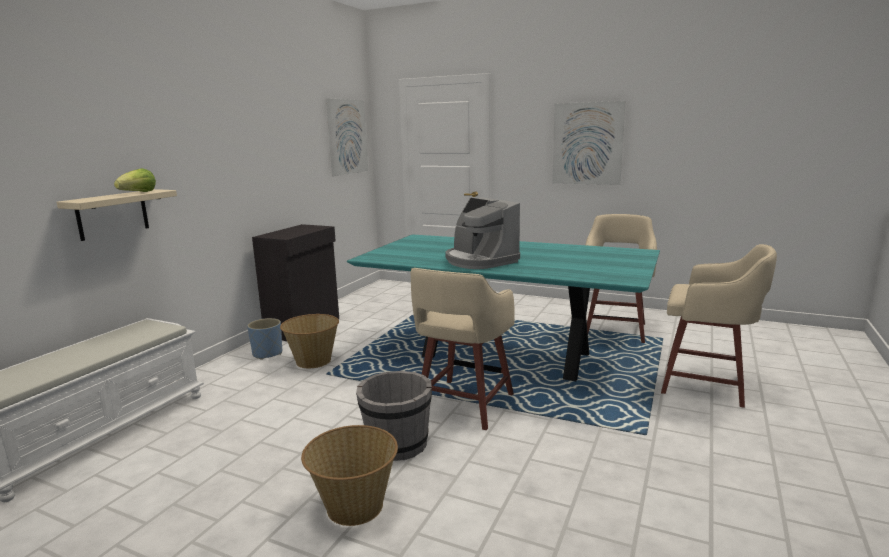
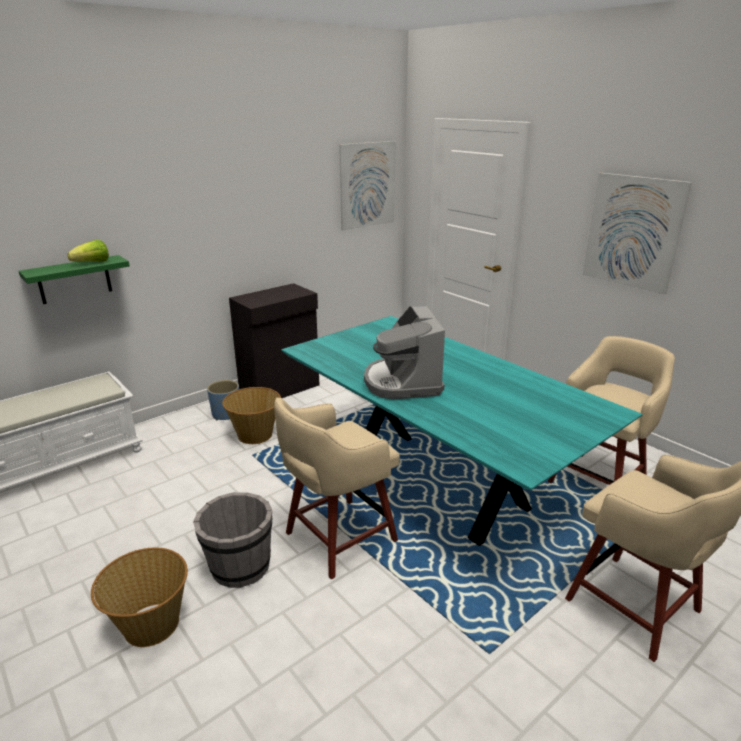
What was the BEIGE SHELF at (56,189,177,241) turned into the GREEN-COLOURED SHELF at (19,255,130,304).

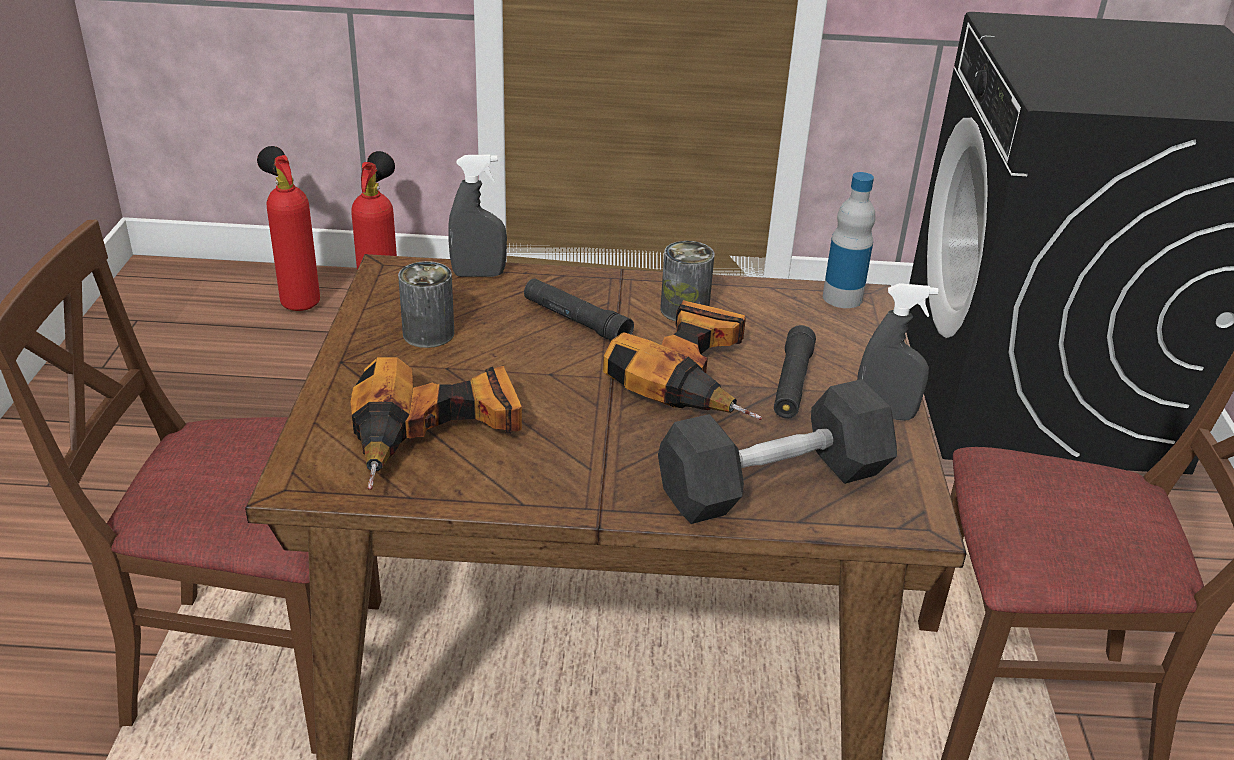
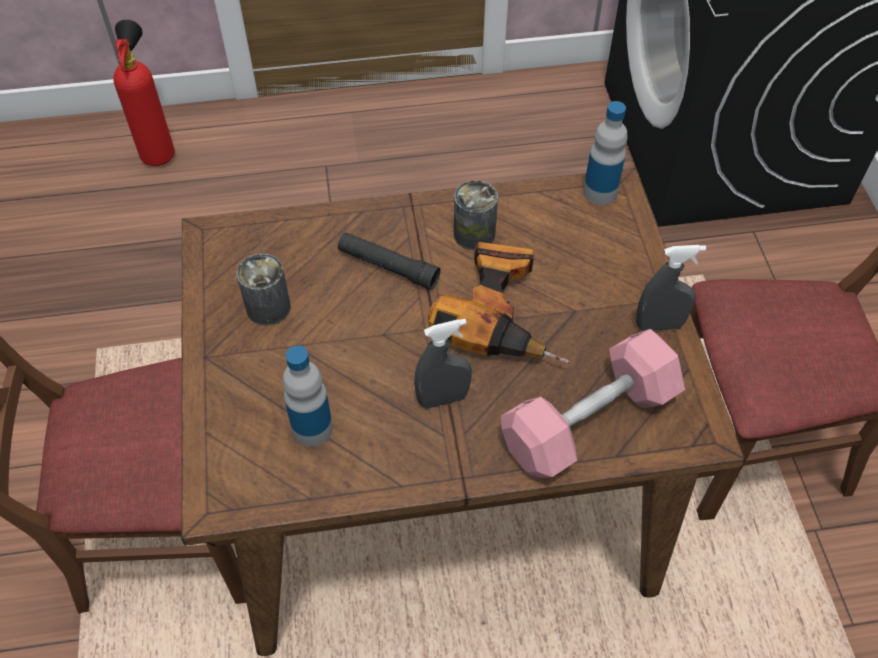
Where the DRILL stood at (351,357,522,490), the DRINK BOTTLE came to stand at (283,346,333,447). The GREYISH SPRAYER ended up elsewhere, having gone from (448,154,507,277) to (414,319,472,408). What was the GREYISH HAND WEIGHT at (658,379,897,524) turned into the PINK HAND WEIGHT at (501,329,685,478). The second view lost the FIRE-FIGHTING CYLINDER at (257,146,320,311). The second view lost the BLACK HAND TORCH at (774,325,816,419).

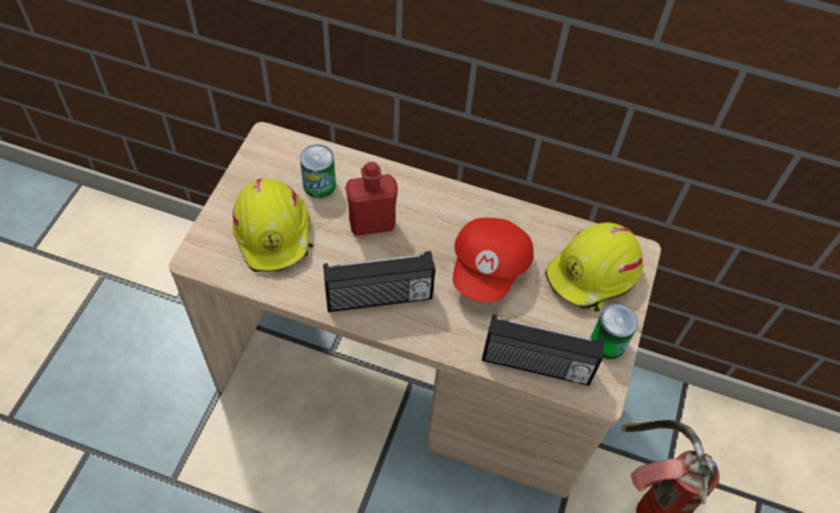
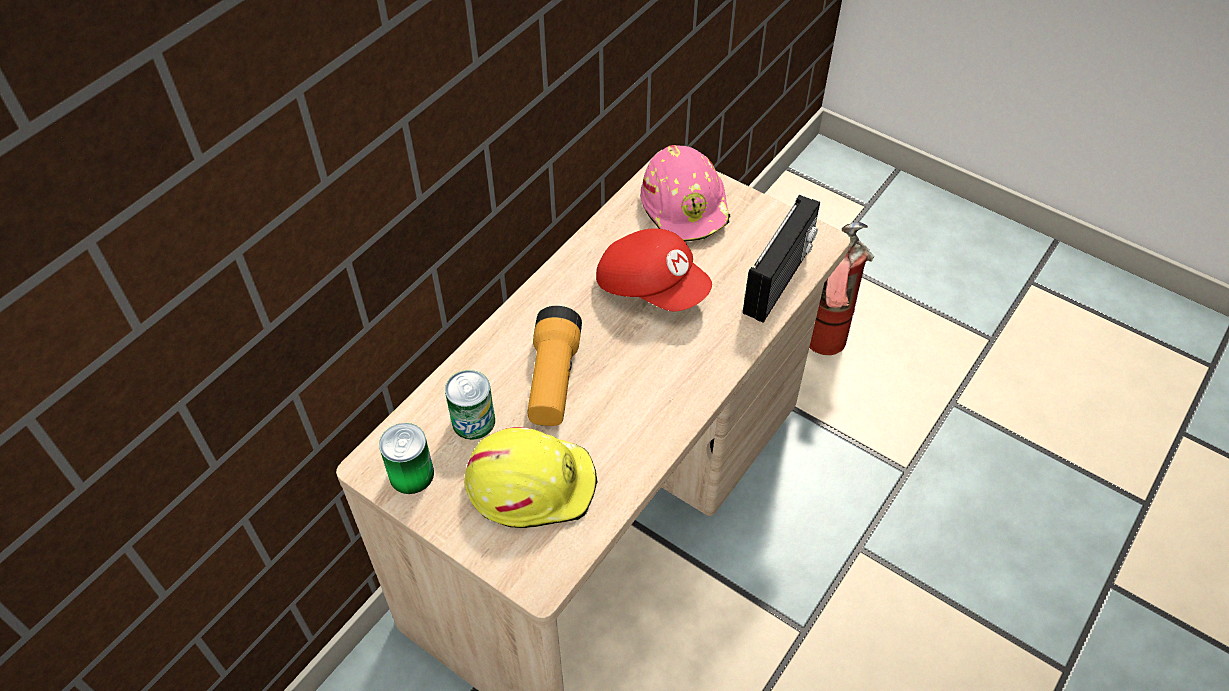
The SEALED CAN ended up elsewhere, having gone from (591,304,638,359) to (379,423,434,494). Where the RED DRINK BOTTLE stood at (345,162,398,236), the HAND TORCH came to stand at (527,306,582,426). What was the YELLOWISH SAFETY HELMET at (545,222,643,312) turned into the PINK SAFETY HELMET at (641,145,731,242). The second view lost the RADIO SET at (323,251,435,312).

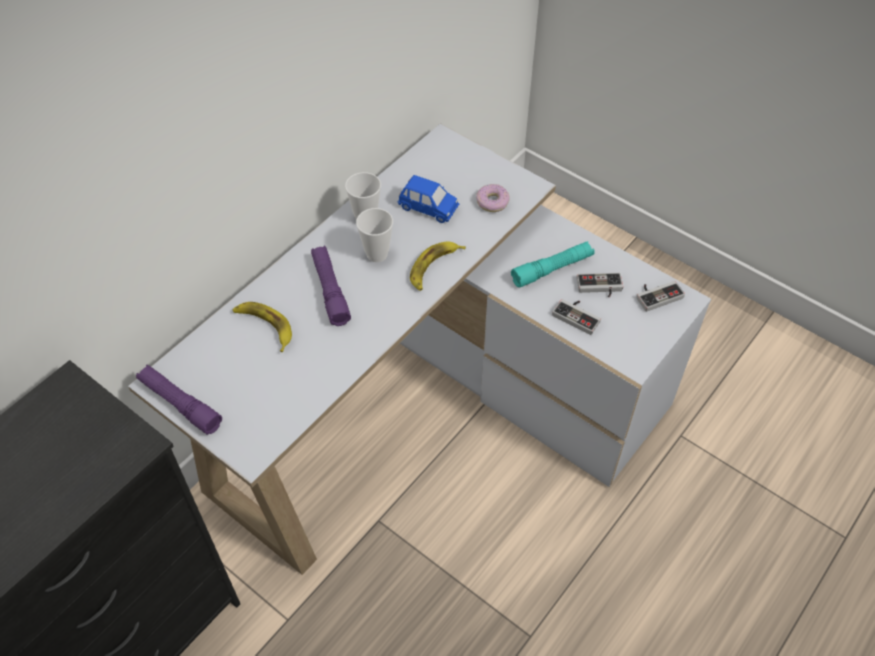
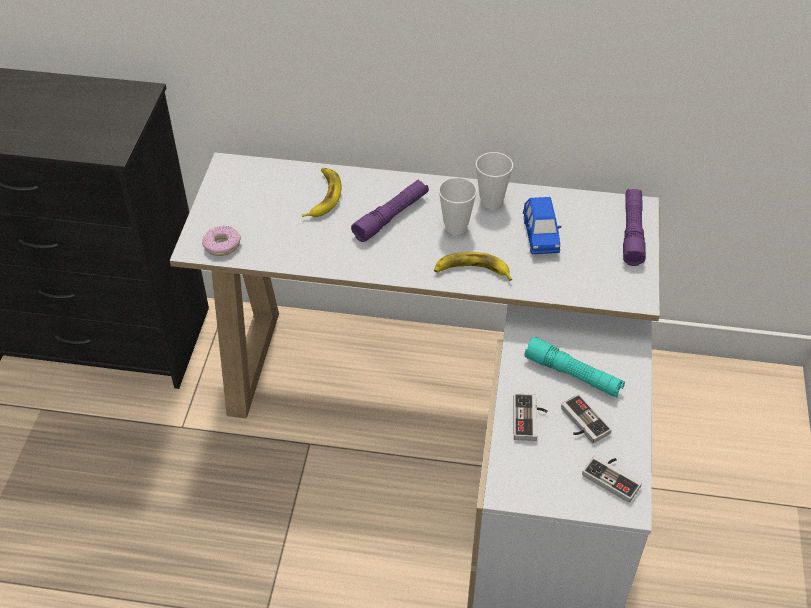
The DOUGHNUT ended up elsewhere, having gone from (476,184,510,212) to (202,226,241,256). The PURPLE-COLOURED HAND TORCH ended up elsewhere, having gone from (136,365,222,435) to (623,189,646,266).

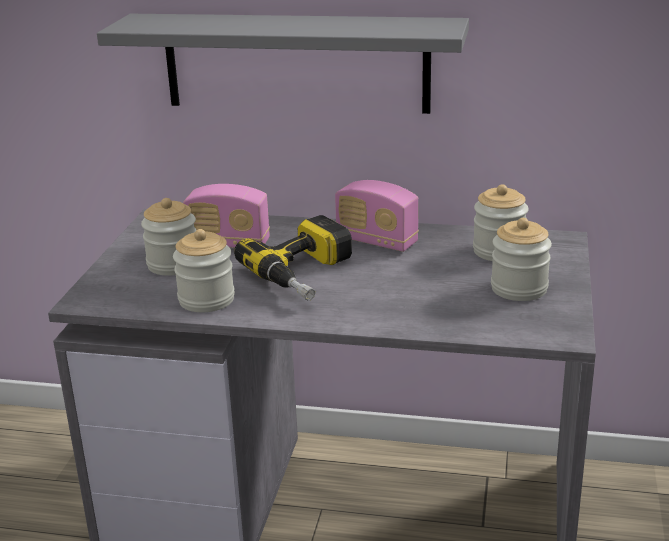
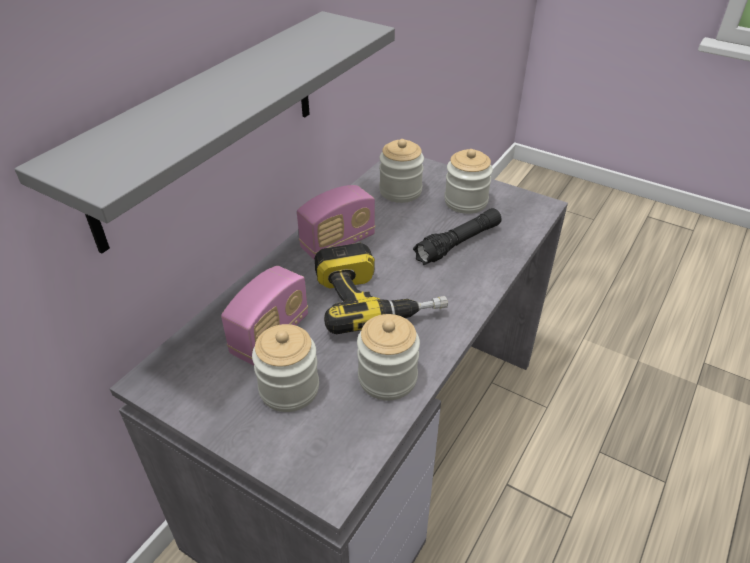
The second view gained the BLACK HAND TORCH at (413,208,502,265).

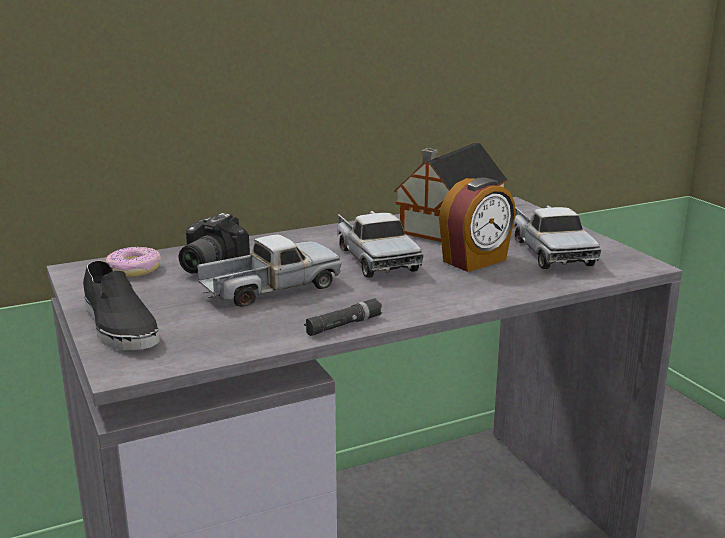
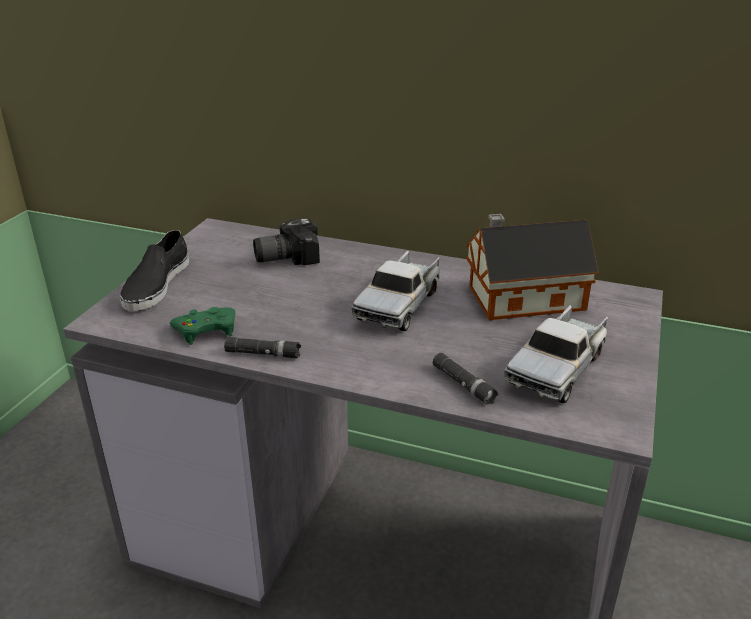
The second view gained the GREEN-COLOURED GAMEPAD at (170,307,235,345). The second view gained the BLACK HAND TORCH at (433,353,498,405). The second view lost the DOUGHNUT at (106,247,161,277). The second view lost the TOY LORRY at (197,234,341,307). The second view lost the BEDSIDE CLOCK at (439,178,516,272).

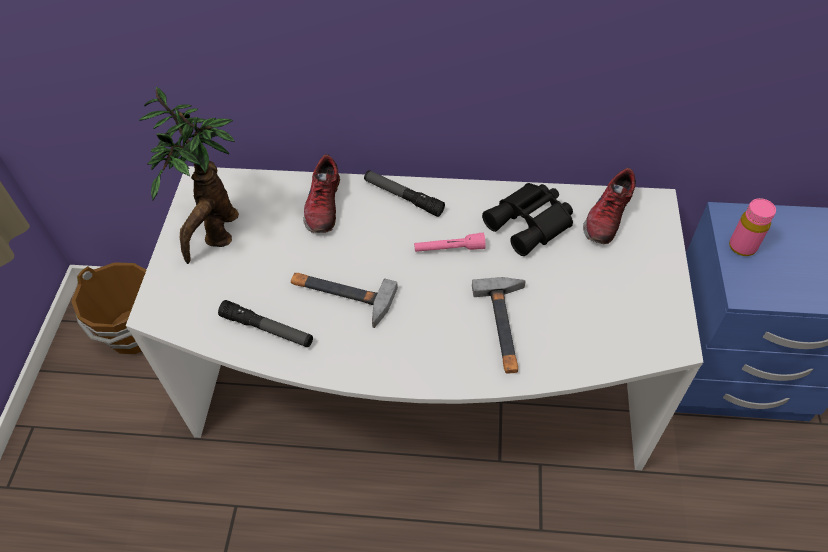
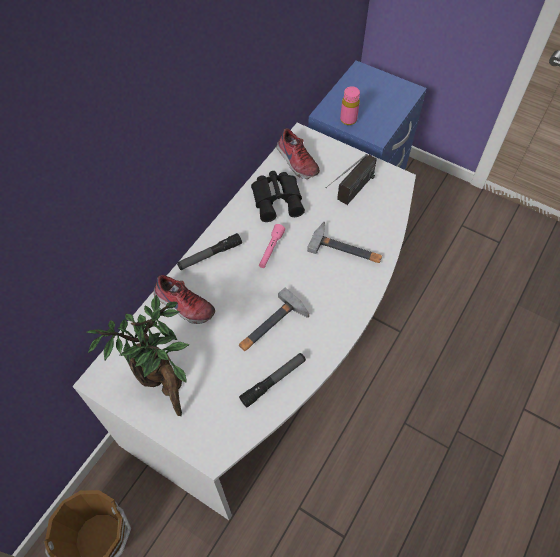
The second view gained the RADIO SET at (325,154,377,205).

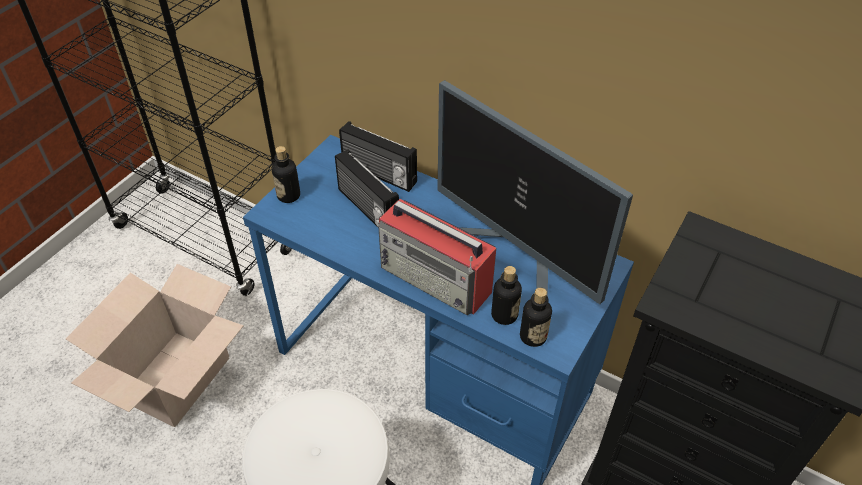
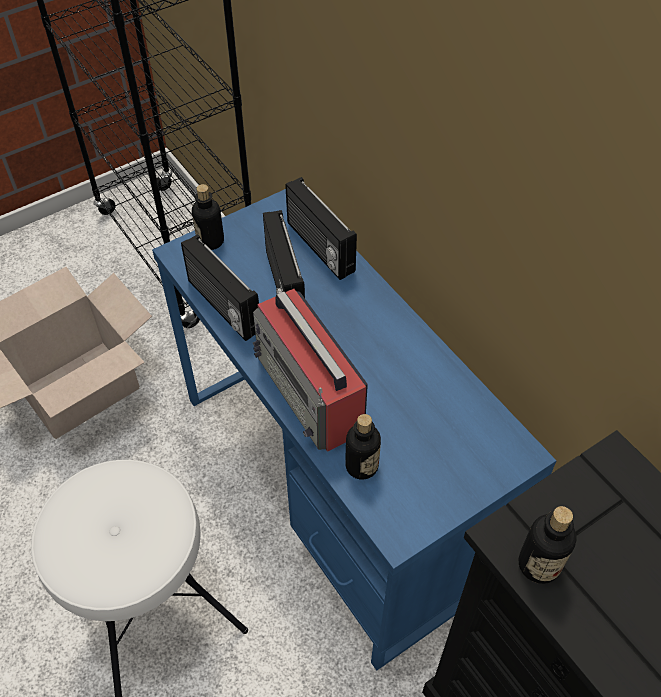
The second view gained the RADIO SET at (181,234,259,341). The DRINK BOTTLE ended up elsewhere, having gone from (520,288,552,347) to (519,506,577,584). The second view lost the MONITOR at (438,80,633,304).

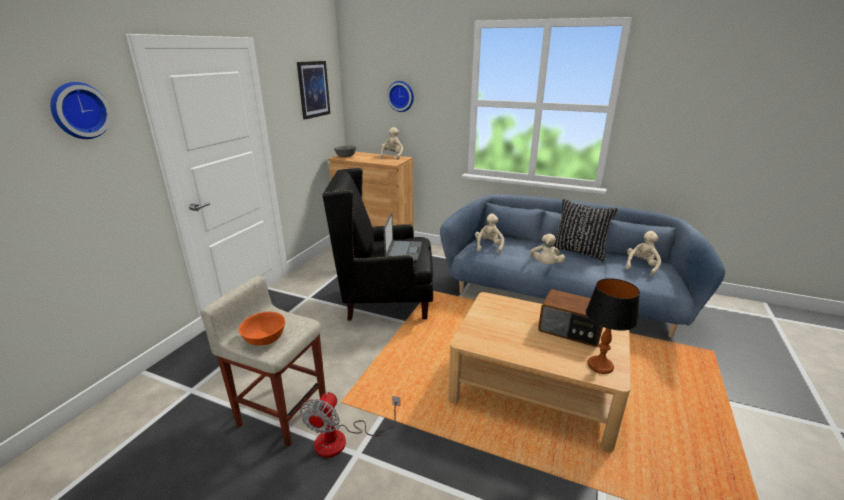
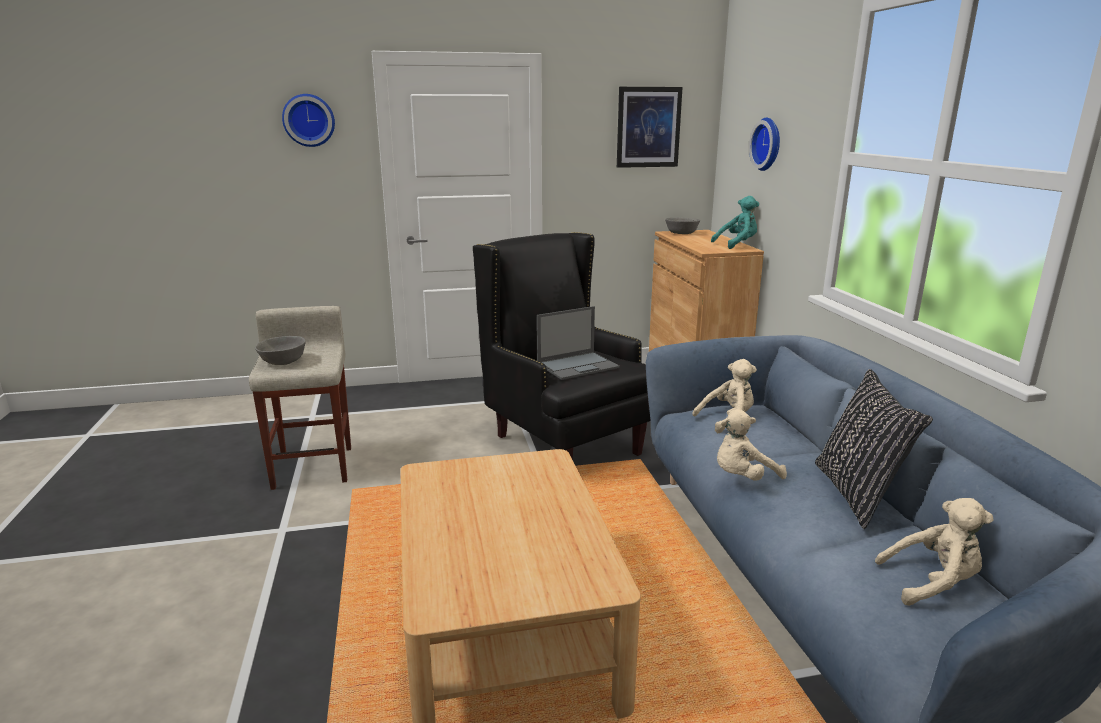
What was the ORANGE DEEP DISH at (239,312,285,346) turned into the GREYISH DEEP DISH at (255,336,306,365). What was the BEIGE SOFT TOY at (380,127,403,160) turned into the BLUE-GREEN SOFT TOY at (711,196,759,249). The second view lost the COOLING FAN at (300,392,400,458). The second view lost the RADIO SET at (538,289,603,347). The second view lost the TABLE LAMP at (586,278,640,374).

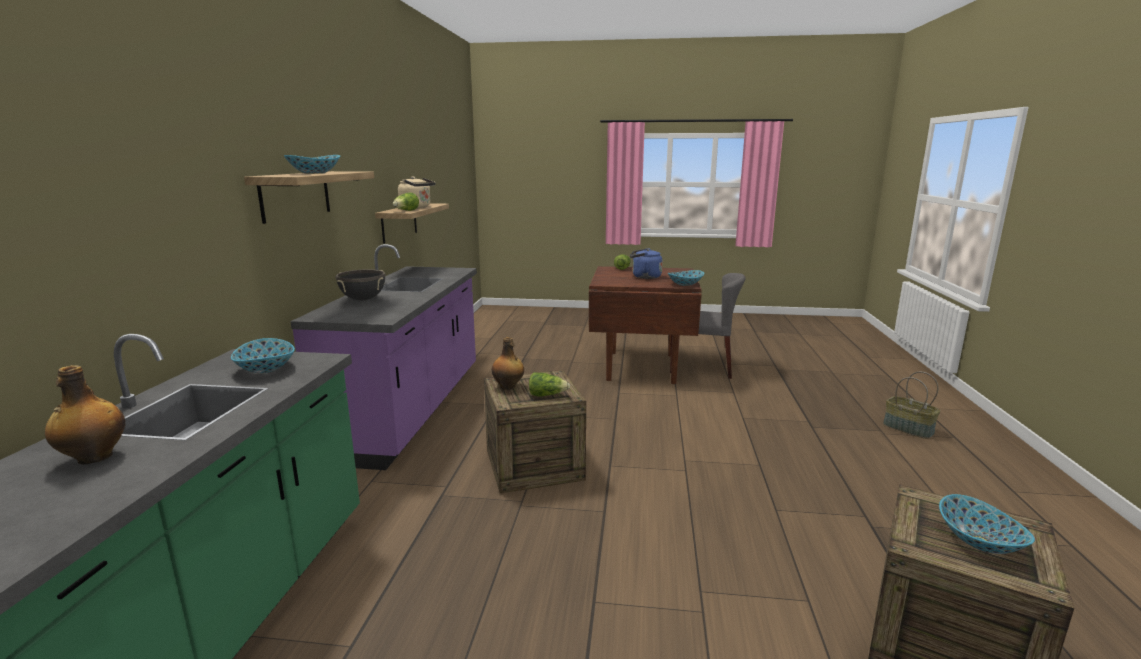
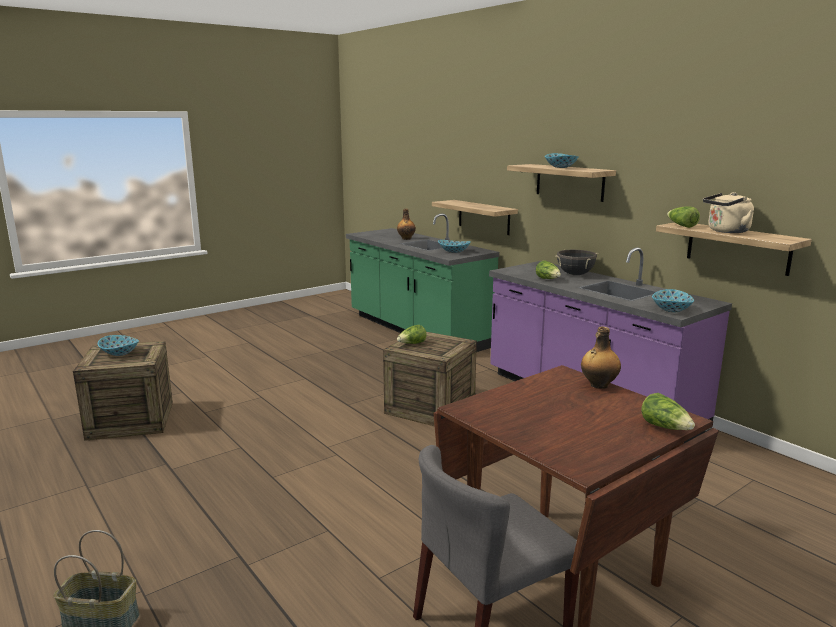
The second view gained the SHELF at (432,200,518,235). The second view gained the HEAD OF LETTUCE at (536,260,561,279). The DRINK BOTTLE ended up elsewhere, having gone from (492,337,524,390) to (581,326,621,389). The DEEP DISH ended up elsewhere, having gone from (668,270,704,286) to (652,289,694,312). The second view lost the BLUE KETTLE at (630,248,663,279).

